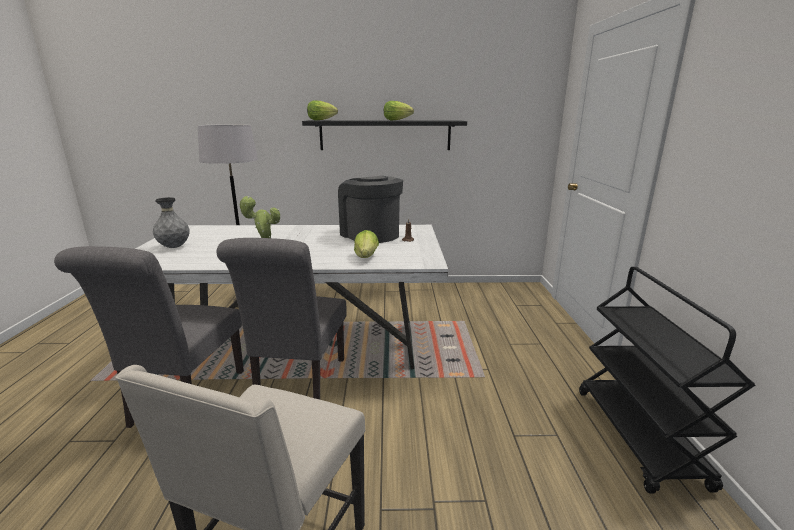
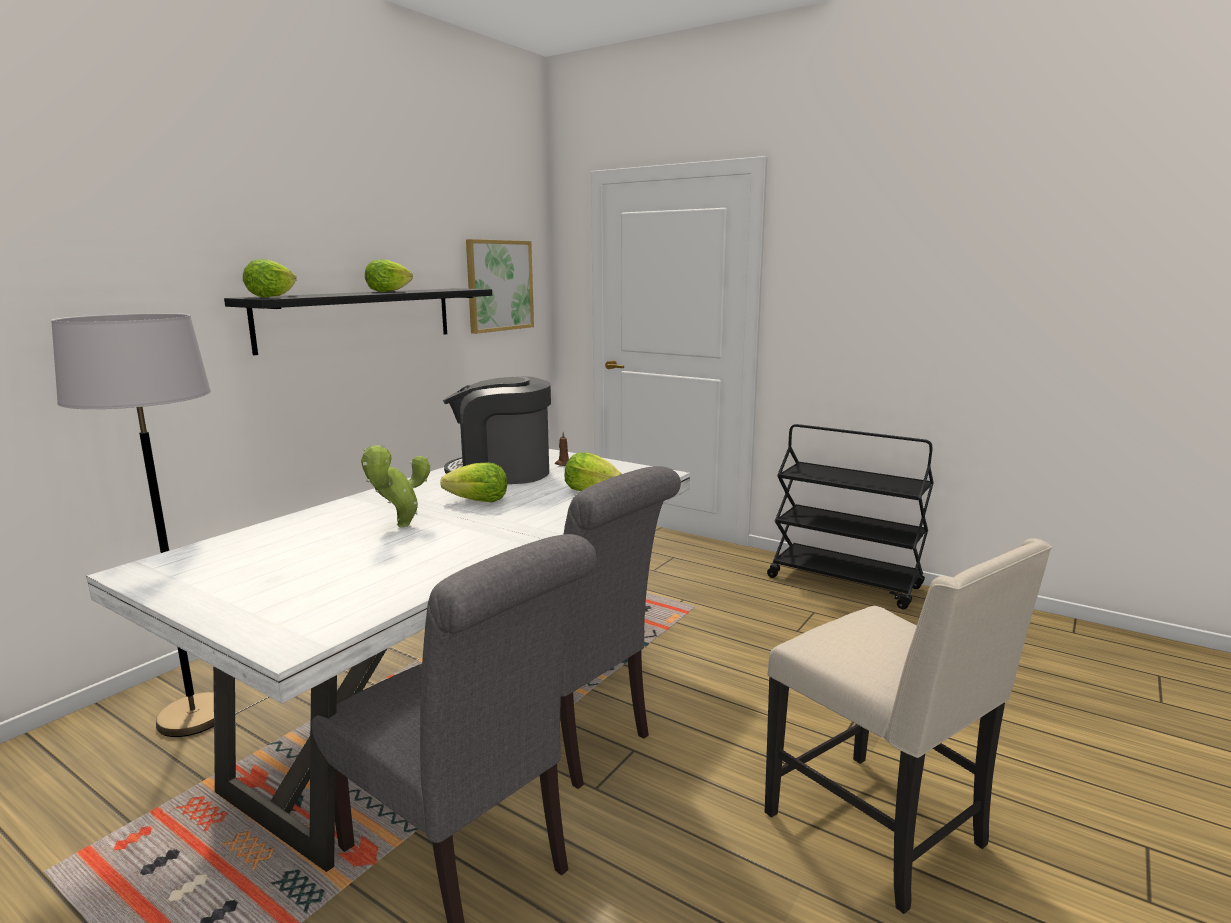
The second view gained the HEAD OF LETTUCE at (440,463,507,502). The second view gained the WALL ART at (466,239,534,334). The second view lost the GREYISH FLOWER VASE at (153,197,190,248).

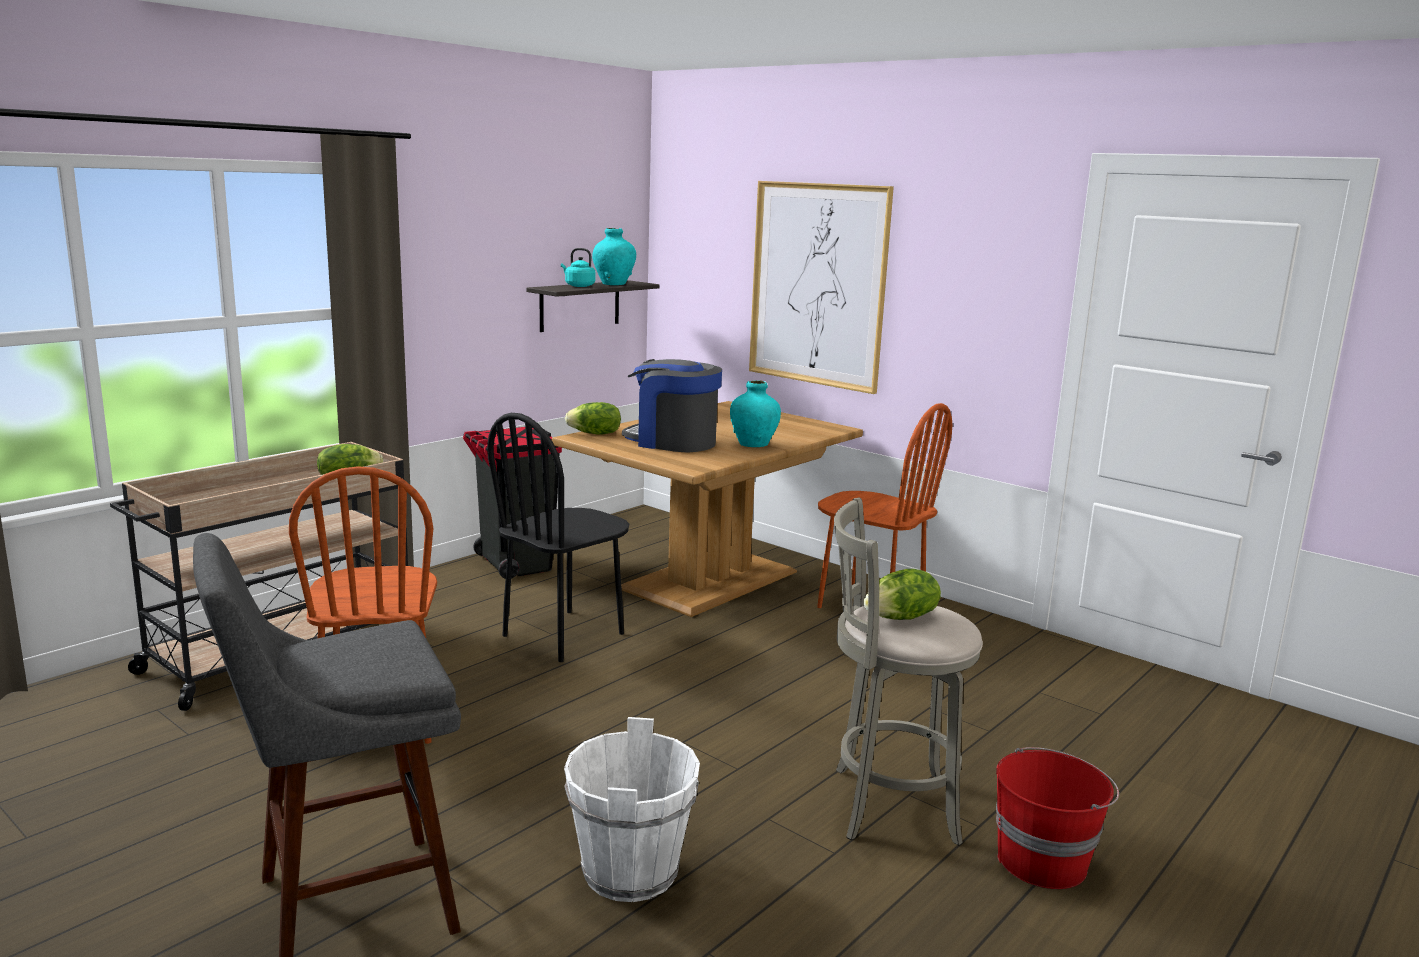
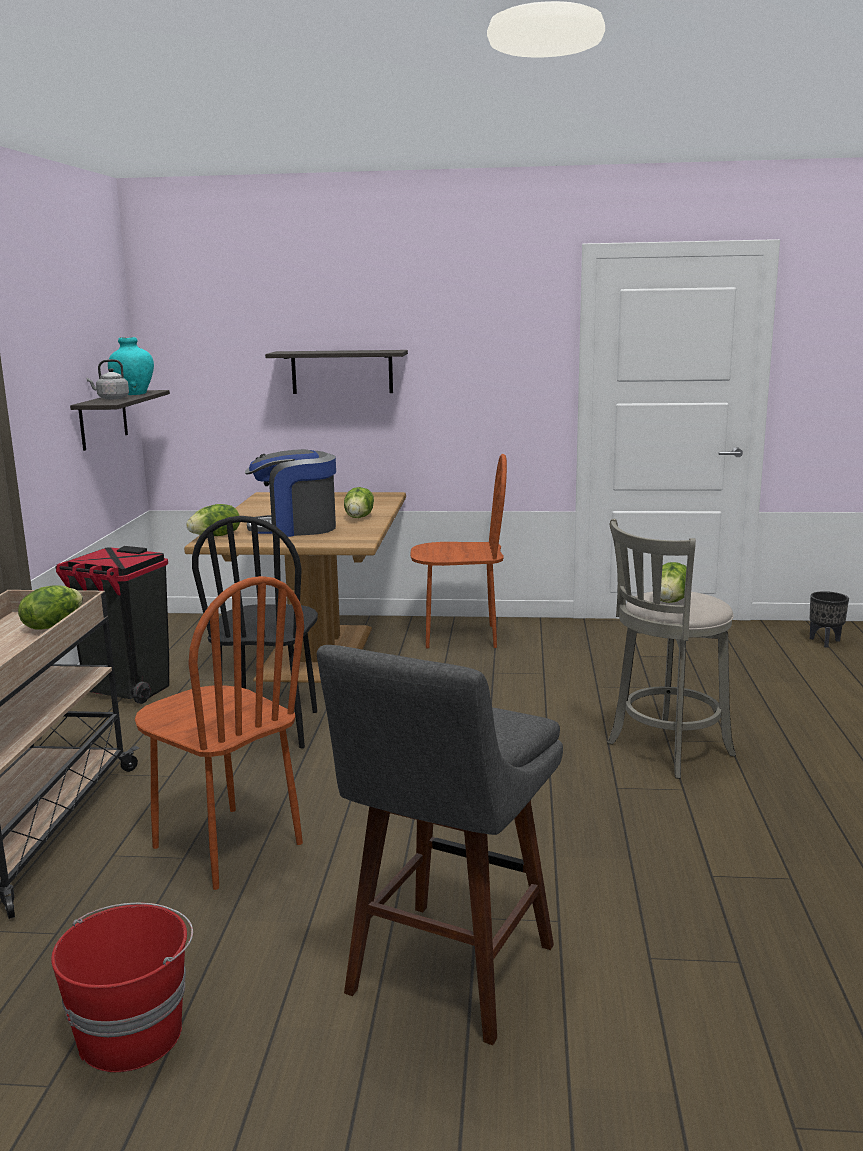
The RED WATER BUCKET ended up elsewhere, having gone from (996,747,1119,889) to (51,903,193,1072). What was the BLUE-GREEN KETTLE at (561,248,595,287) turned into the GREYISH KETTLE at (87,359,129,399). Where the WALL ART hung at (749,181,894,394), the SHELF came to hang at (265,350,408,394). Where the BLUE-GREEN FLOWER VASE stood at (730,380,781,447), the HEAD OF LETTUCE came to stand at (344,487,374,518). The second view gained the BLACK PLANTER at (810,591,849,648). The second view lost the WHITISH WATER BUCKET at (564,717,700,902).

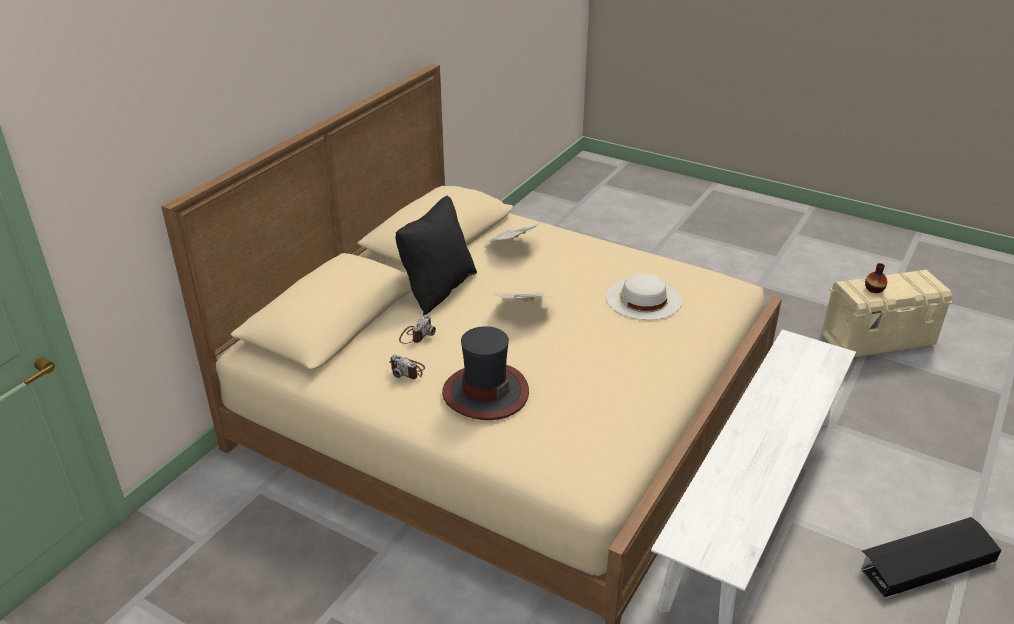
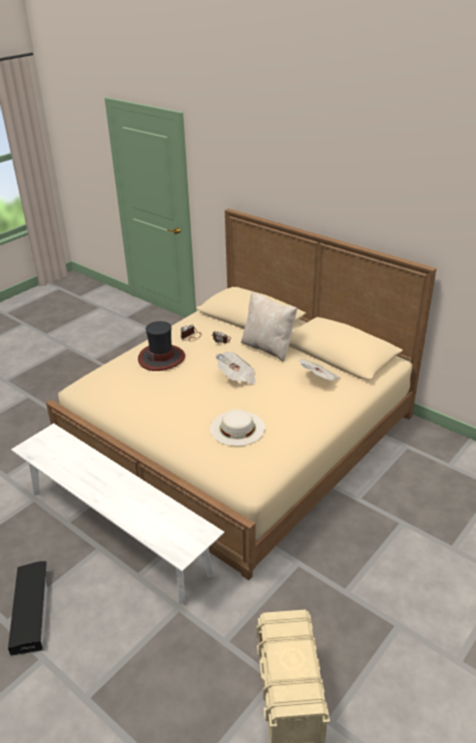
What was the BLACK THROW PILLOW at (396,196,477,315) turned into the BEIGE THROW PILLOW at (241,291,297,362). The second view lost the FLOWER VASE at (865,263,887,293).

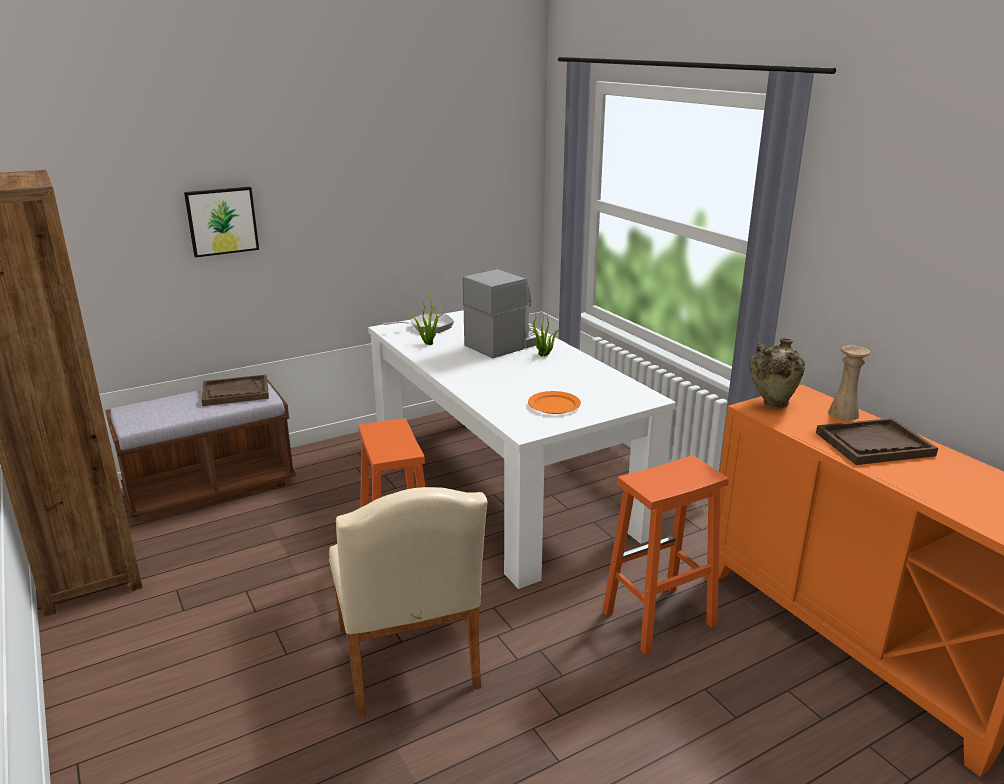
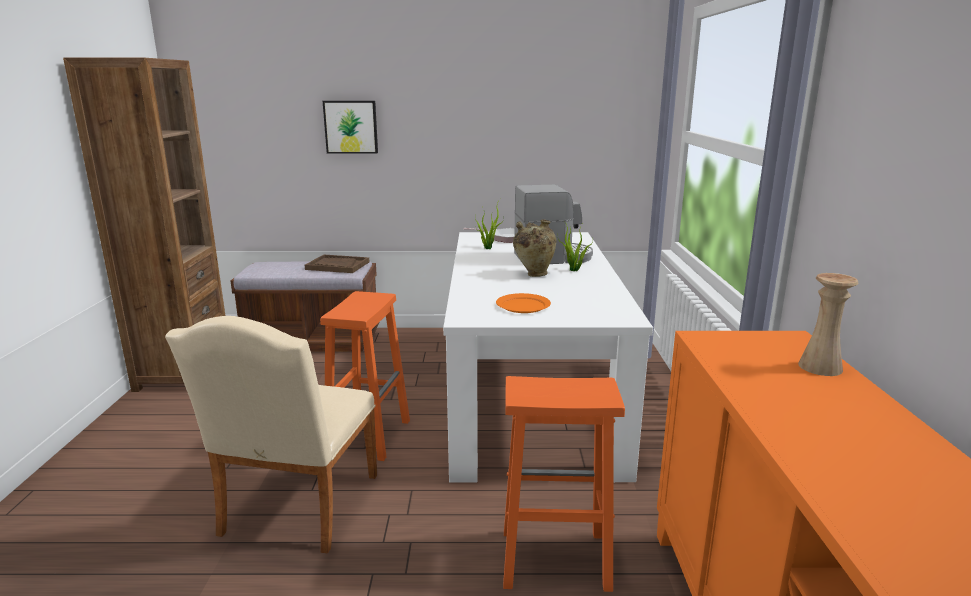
The BEIGE FLOWER VASE ended up elsewhere, having gone from (749,338,805,408) to (513,219,556,277). The second view lost the BROWN CARRYING TRAY at (816,418,938,465).

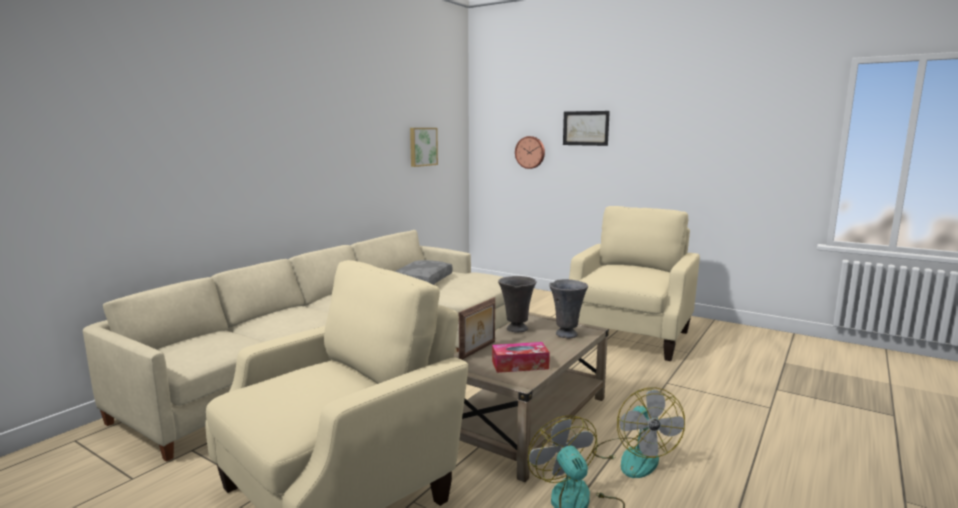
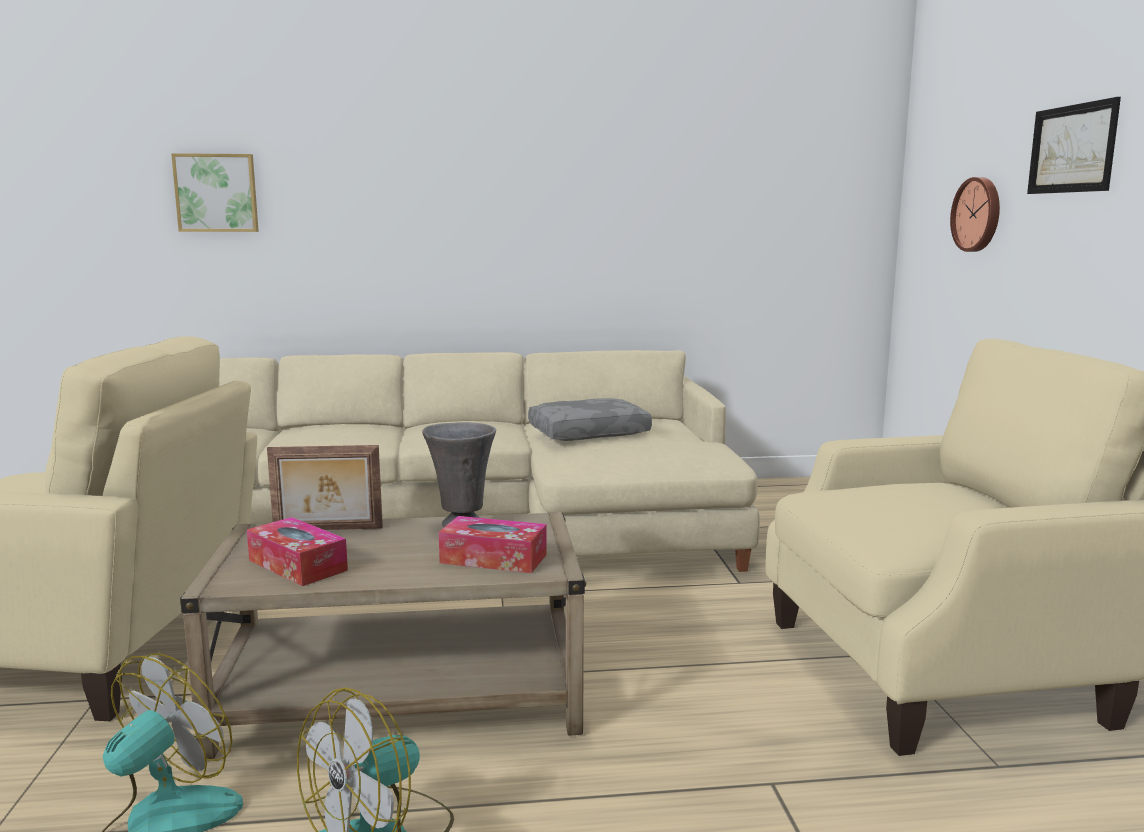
The WALL ART ended up elsewhere, having gone from (410,128,438,167) to (171,153,259,232). Where the GREYISH FLOWER VASE stood at (549,279,588,338), the BOX OF TISSUES came to stand at (439,516,547,573).

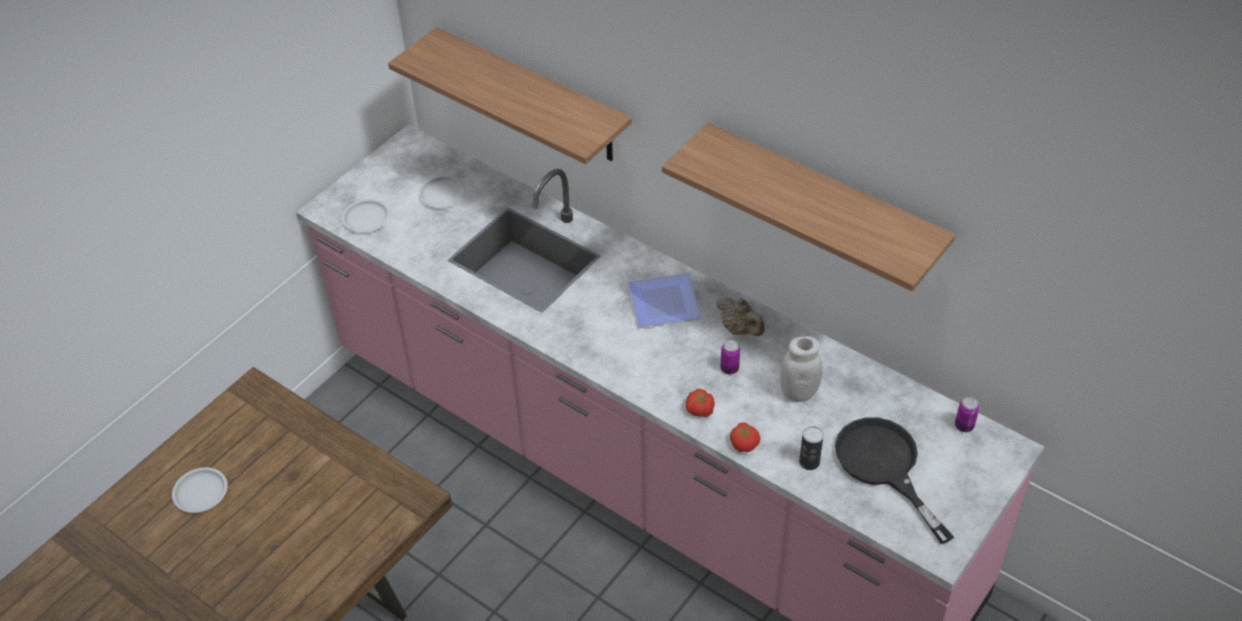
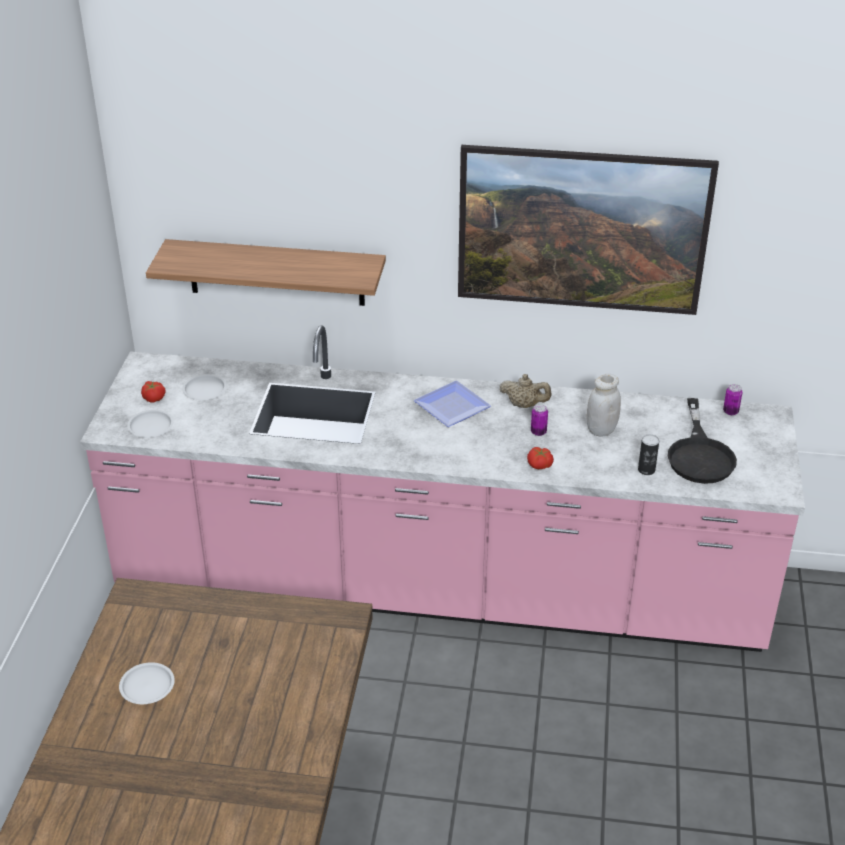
The FRESH TOMATO ended up elsewhere, having gone from (730,422,760,452) to (141,381,166,403). Where the SHELF hung at (662,123,956,291), the WALL ART came to hang at (458,145,719,315). The BLACK FRYING PAN at (835,417,954,544) ended up facing another way, 120 degrees counterclockwise from before.

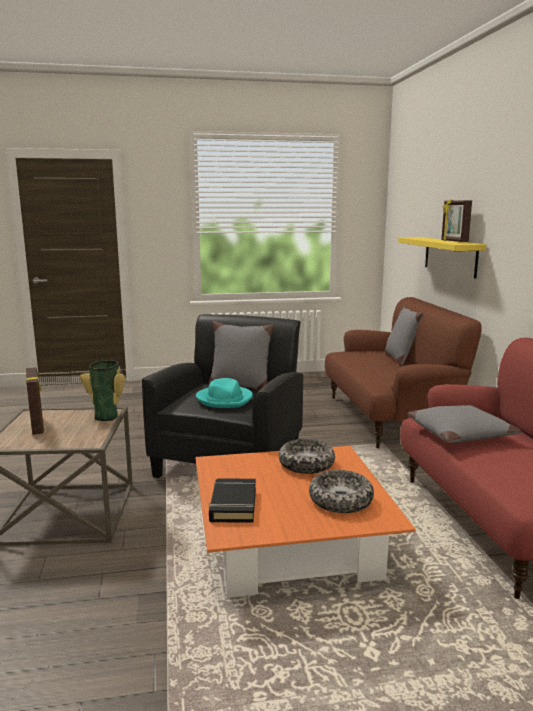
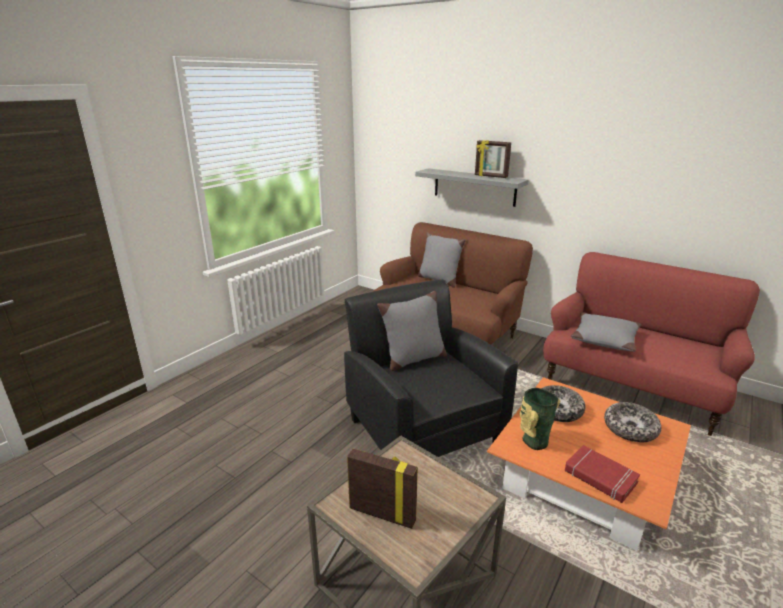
What was the YELLOWISH SHELF at (398,237,486,279) turned into the GREYISH SHELF at (415,168,529,207). The FLOWER VASE ended up elsewhere, having gone from (80,360,125,421) to (520,388,560,450). What was the BLACK VOLUME at (209,478,256,523) turned into the RED VOLUME at (565,445,640,503). The second view lost the BLUE-GREEN CLOTHING HAT at (196,378,253,408).

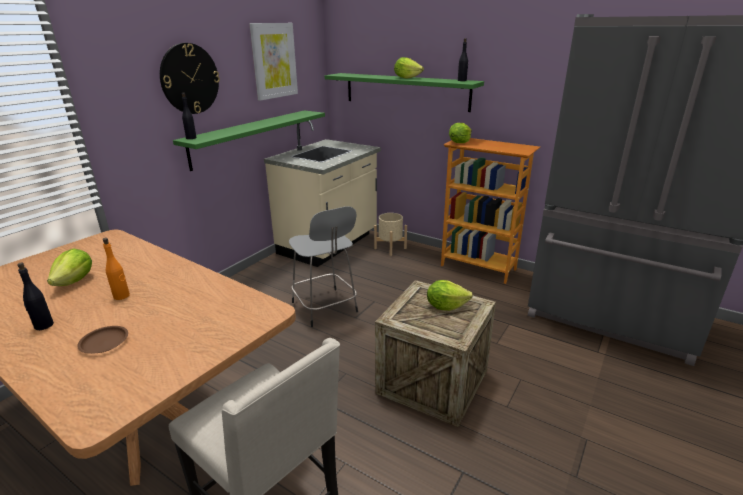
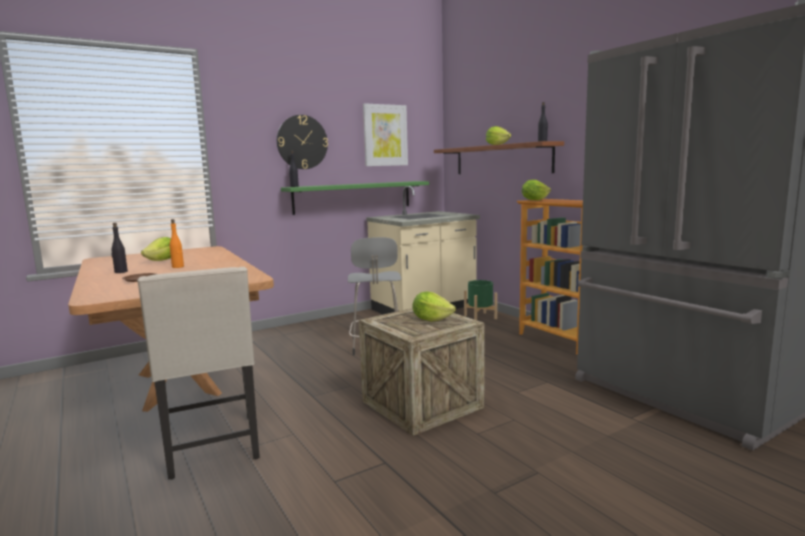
What was the GREEN-COLOURED SHELF at (325,73,484,112) turned into the BROWN SHELF at (434,141,564,174). What was the BEIGE PLANTER at (374,213,407,256) turned into the GREEN-COLOURED PLANTER at (464,280,497,320).

